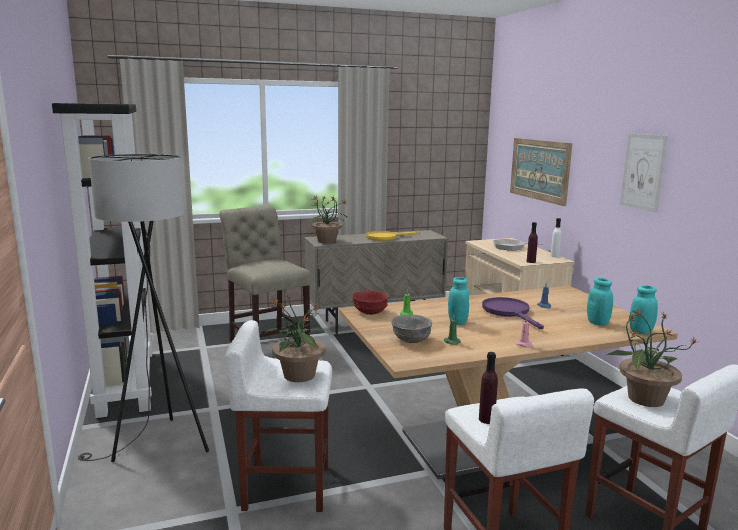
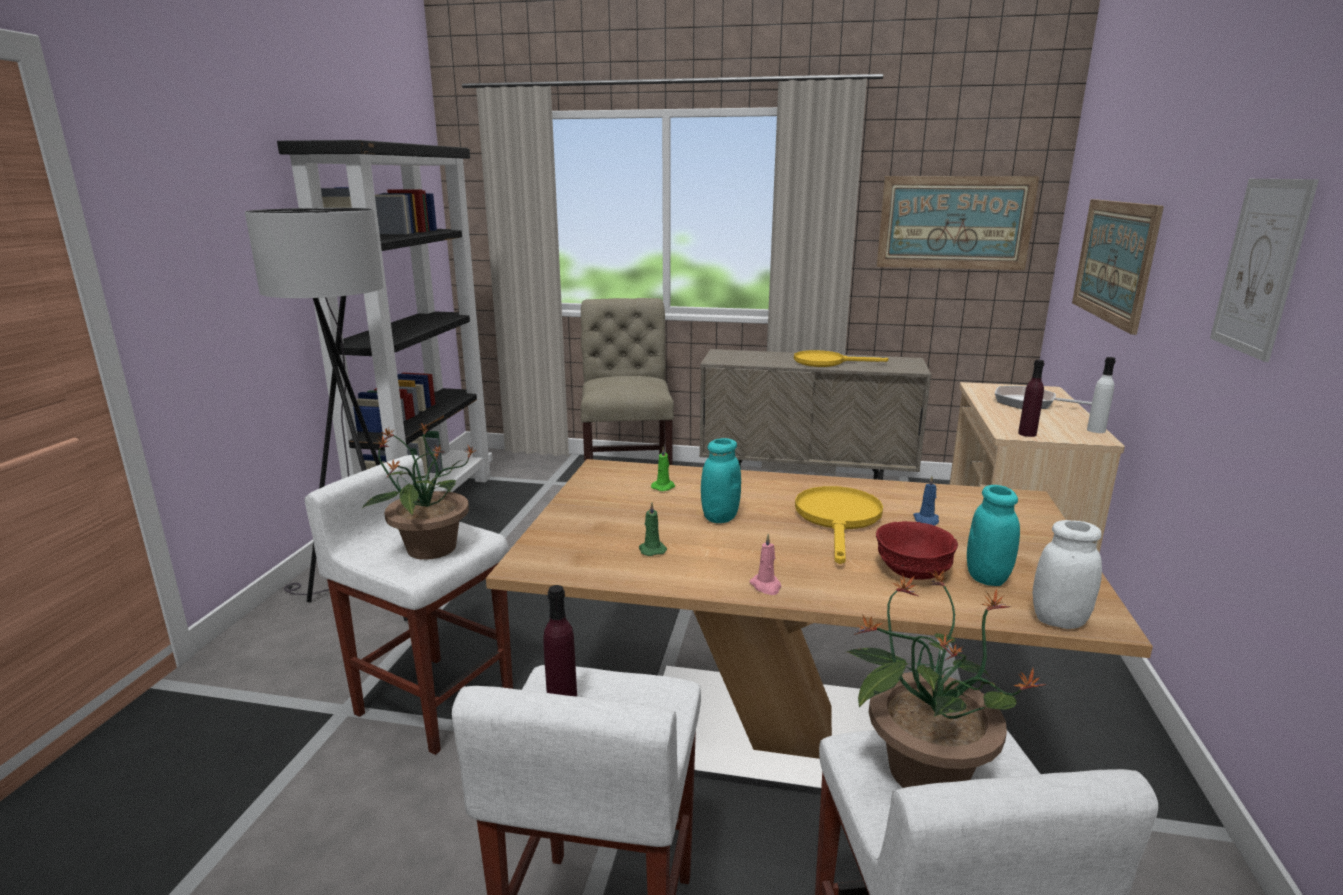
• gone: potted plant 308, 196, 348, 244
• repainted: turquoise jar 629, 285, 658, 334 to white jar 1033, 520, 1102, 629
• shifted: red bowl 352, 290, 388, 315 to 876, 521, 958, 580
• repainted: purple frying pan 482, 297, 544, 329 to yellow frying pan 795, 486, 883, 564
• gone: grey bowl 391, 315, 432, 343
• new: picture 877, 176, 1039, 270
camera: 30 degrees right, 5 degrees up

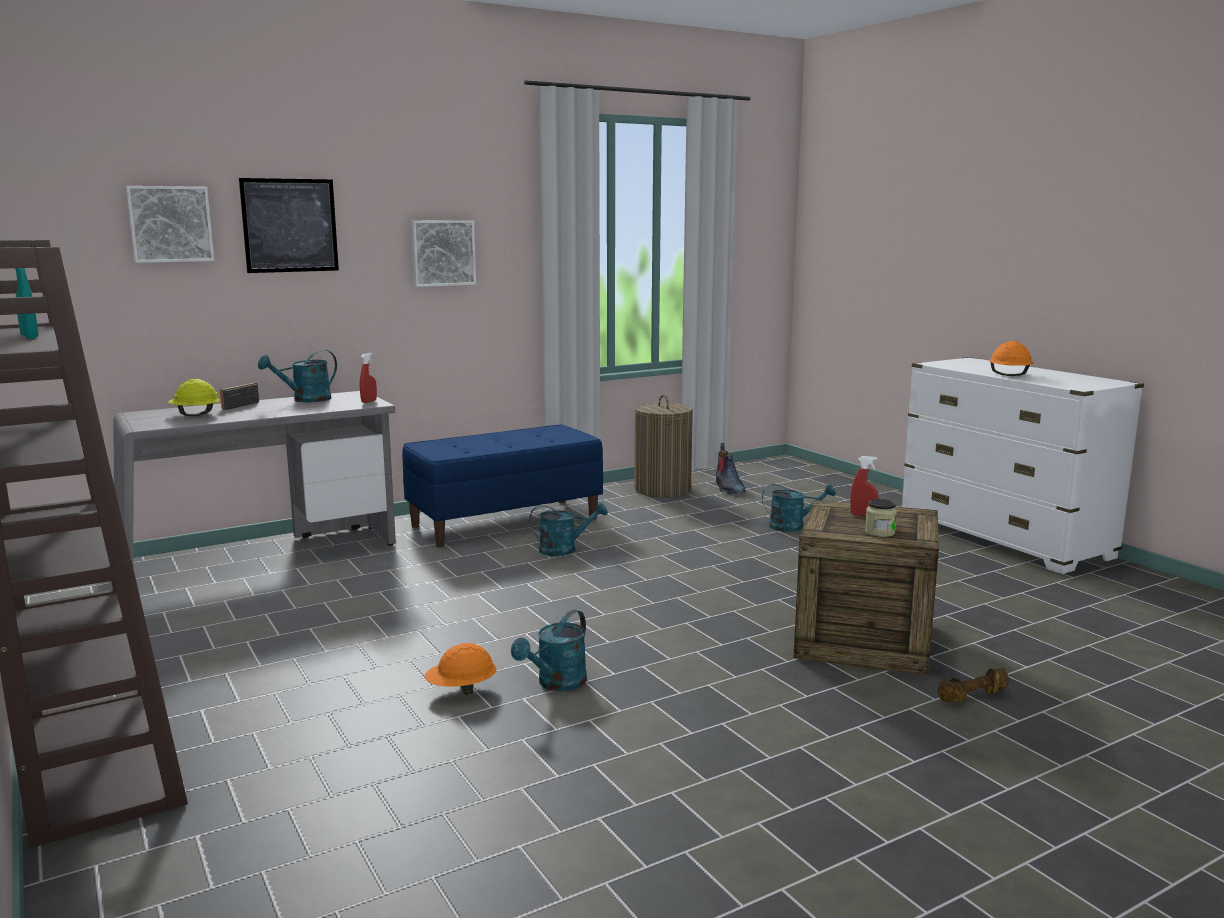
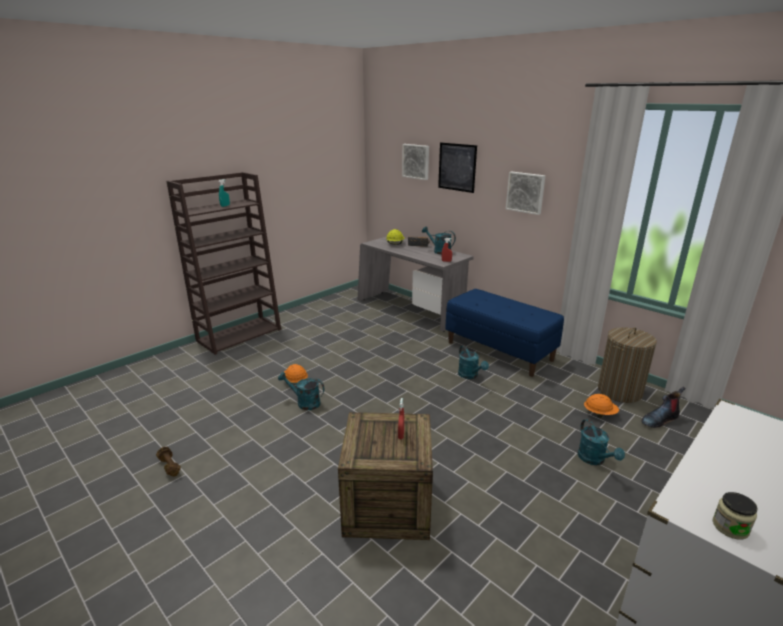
• shifted: orange hard hat 989, 341, 1034, 376 to 584, 394, 619, 418
• shifted: jar 865, 499, 897, 537 to 712, 492, 758, 540
• shifted: brown dumbbell 938, 668, 1009, 703 to 156, 447, 181, 476
camera: 75 degrees right, 10 degrees up

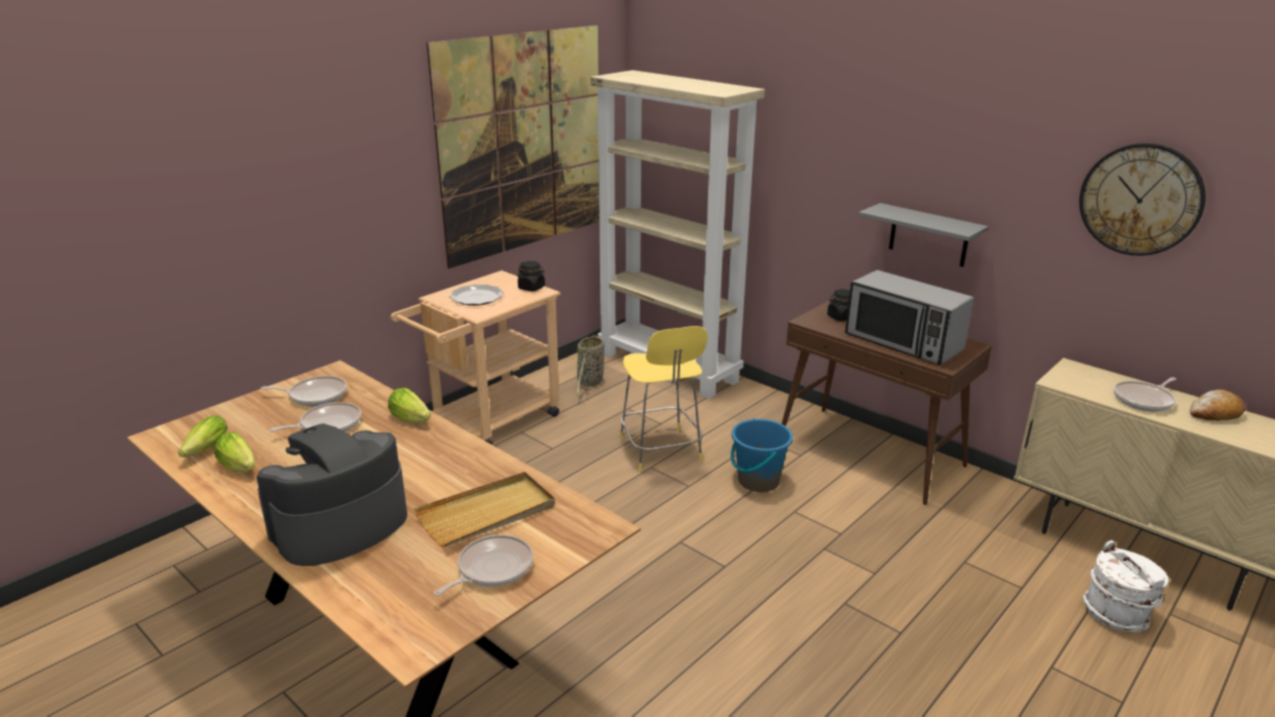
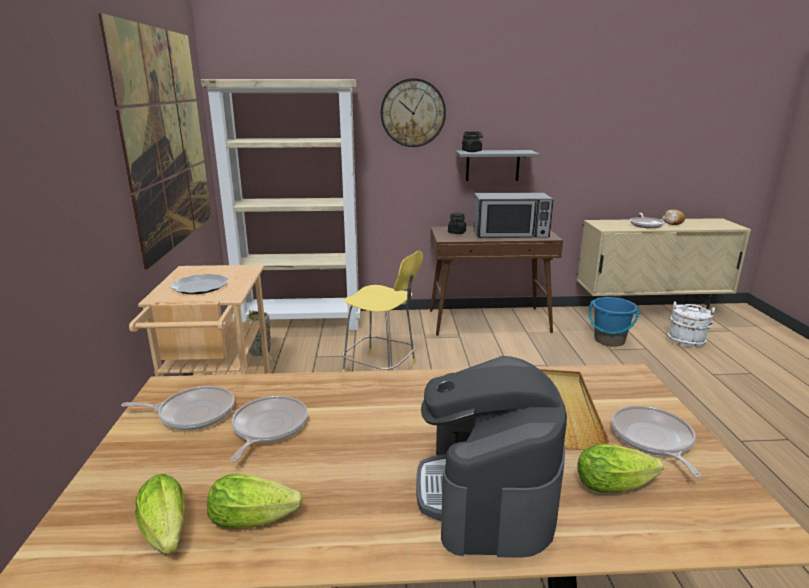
• shifted: wall clock 1079, 143, 1205, 256 to 381, 78, 446, 147
• shifted: black jar 518, 261, 545, 291 to 462, 131, 483, 152
• rotated: frying pan 261, 376, 347, 406 = 121, 386, 234, 430 45 degrees clockwise
• shifted: lettuce 388, 388, 431, 423 to 577, 444, 664, 493
• shifted: blue bucket 730, 418, 793, 492 to 588, 297, 640, 347
camera: 45 degrees left, 5 degrees down

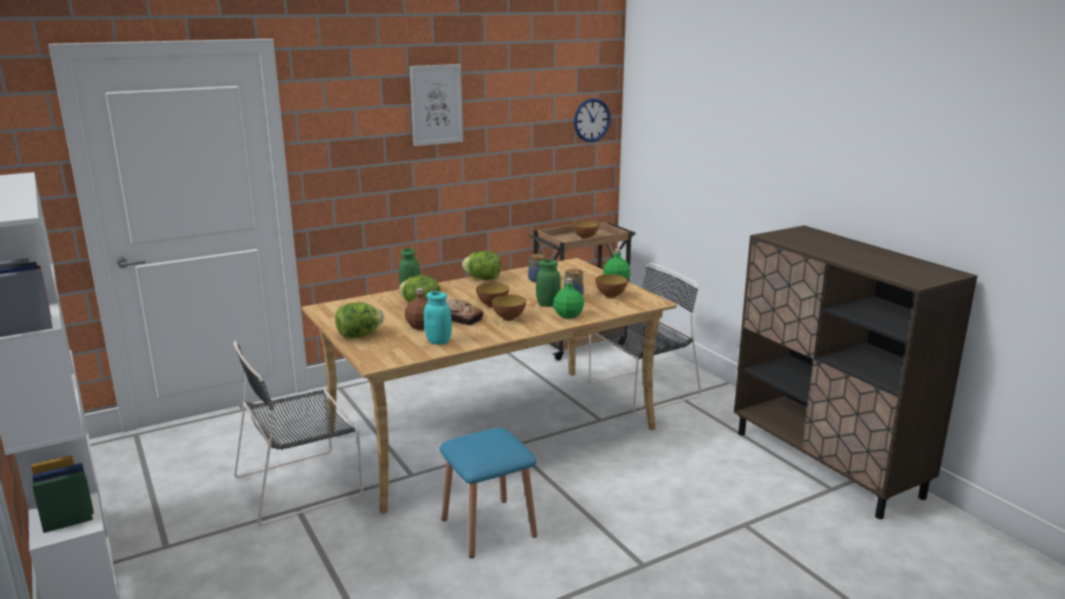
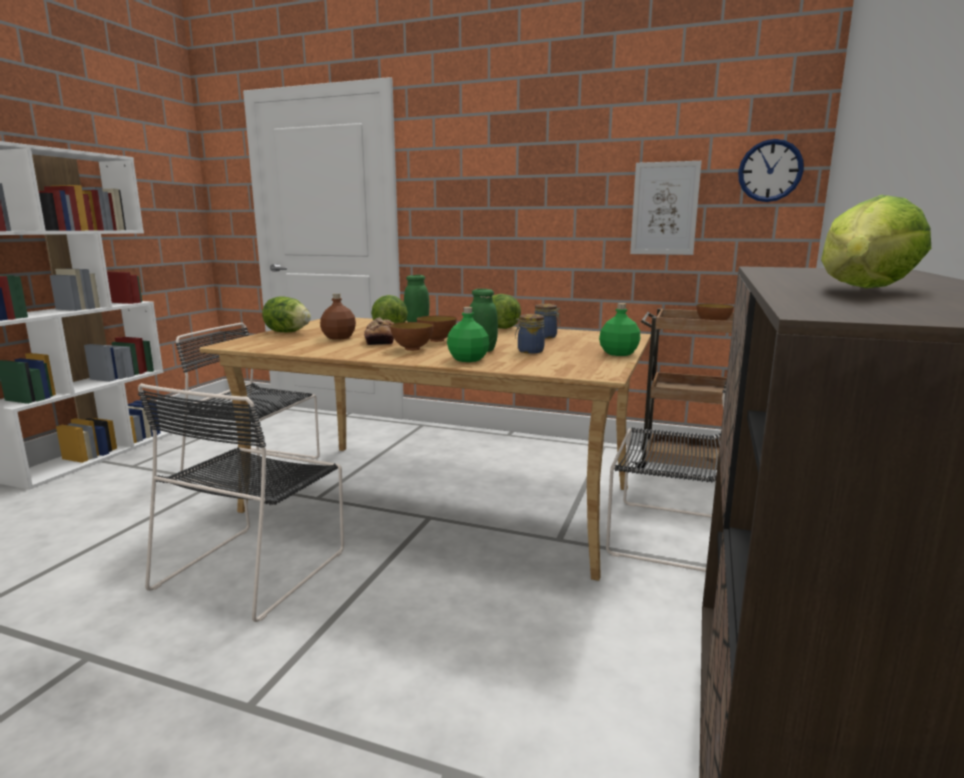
• shifted: picture 410, 64, 463, 146 to 630, 161, 702, 255
• gone: bowl 596, 274, 628, 298
• gone: turquoise jar 424, 291, 452, 345
• swapped: blue stool 440, 428, 537, 558 to black chair 138, 383, 344, 622
• new: lettuce 821, 195, 931, 288
camera: 50 degrees right, 5 degrees down

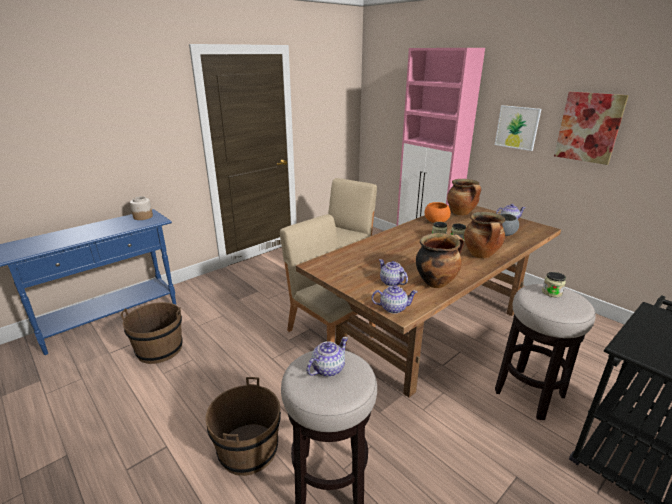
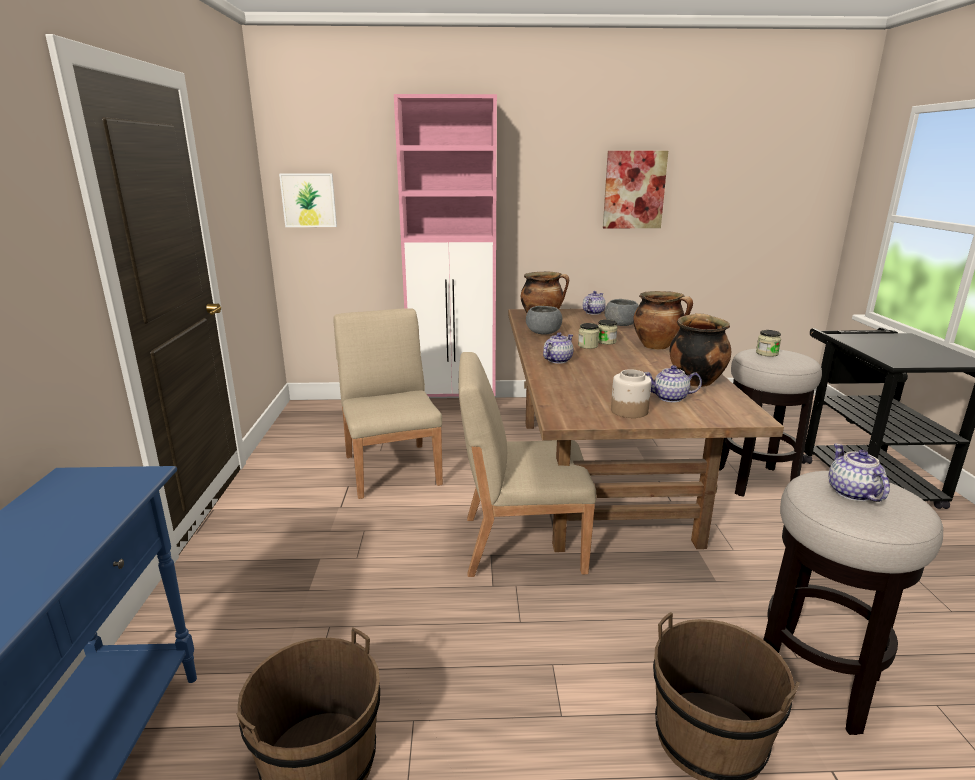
• shifted: picture 495, 105, 541, 151 to 279, 173, 337, 227
• shifted: jar 130, 196, 153, 220 to 611, 369, 652, 418
• repainted: orange bowl 425, 202, 451, 223 to grey bowl 526, 306, 562, 335
• shifted: teapot 372, 285, 417, 314 to 543, 332, 574, 364
camera: 50 degrees left, 5 degrees down

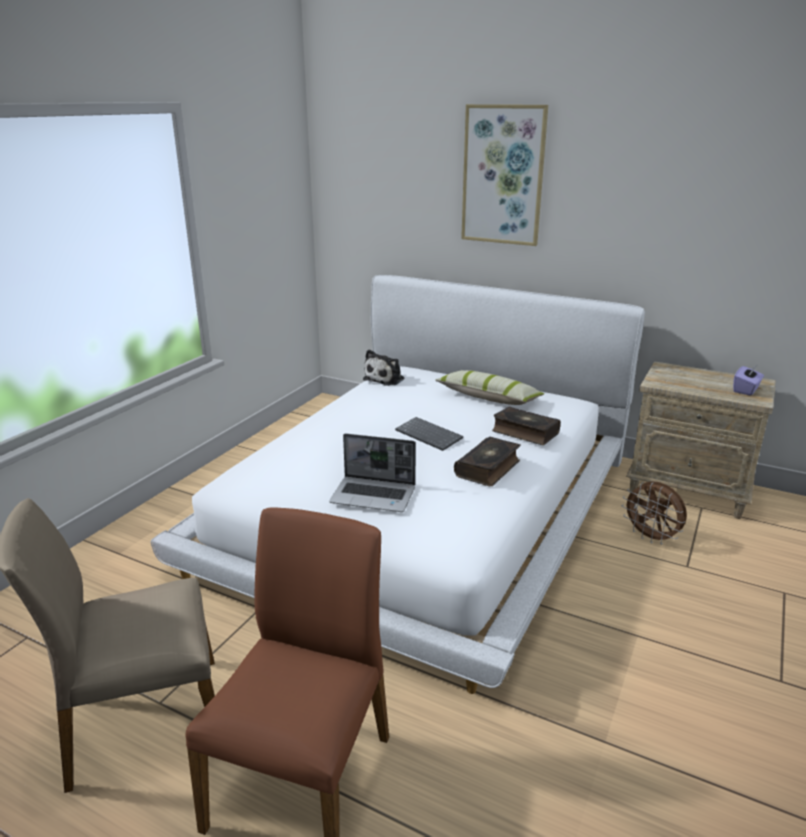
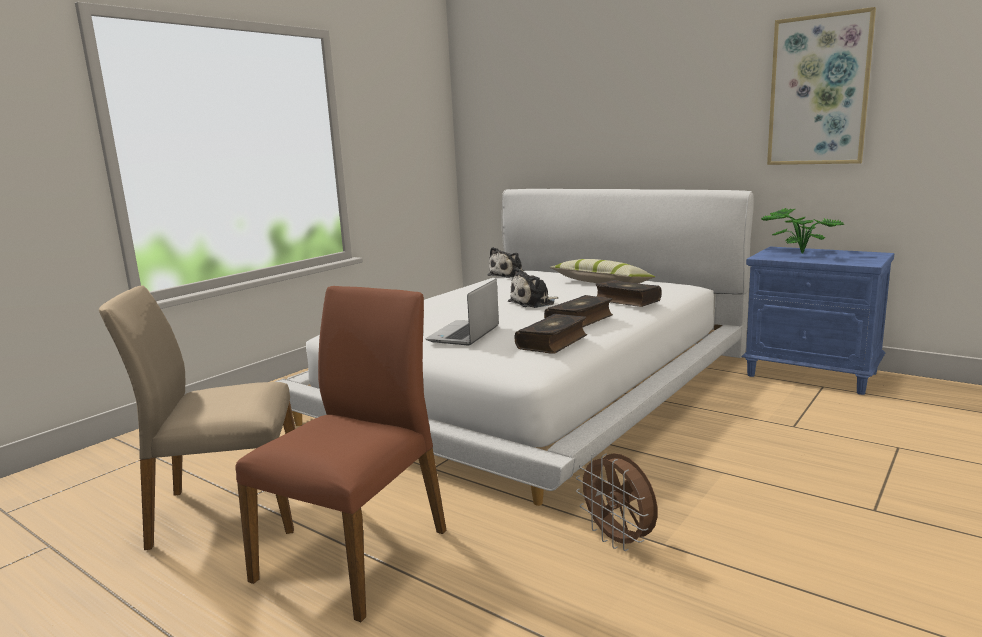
• shifted: picture 461, 104, 548, 246 to 767, 7, 876, 165
• repainted: beige nightstand 626, 361, 776, 519 to blue nightstand 741, 247, 894, 395
• gone: purple tissue box 733, 364, 764, 396
• swapped: keyboard 395, 417, 463, 451 to plush toy 508, 267, 559, 308
• rotated: laptop 329, 433, 416, 512 = 425, 279, 499, 345 90 degrees clockwise
• shifted: brown fan 622, 481, 687, 545 to 576, 453, 658, 551
• new: potted plant 761, 208, 844, 253
• new: book 514, 314, 587, 354
camera: 10 degrees right, 10 degrees down

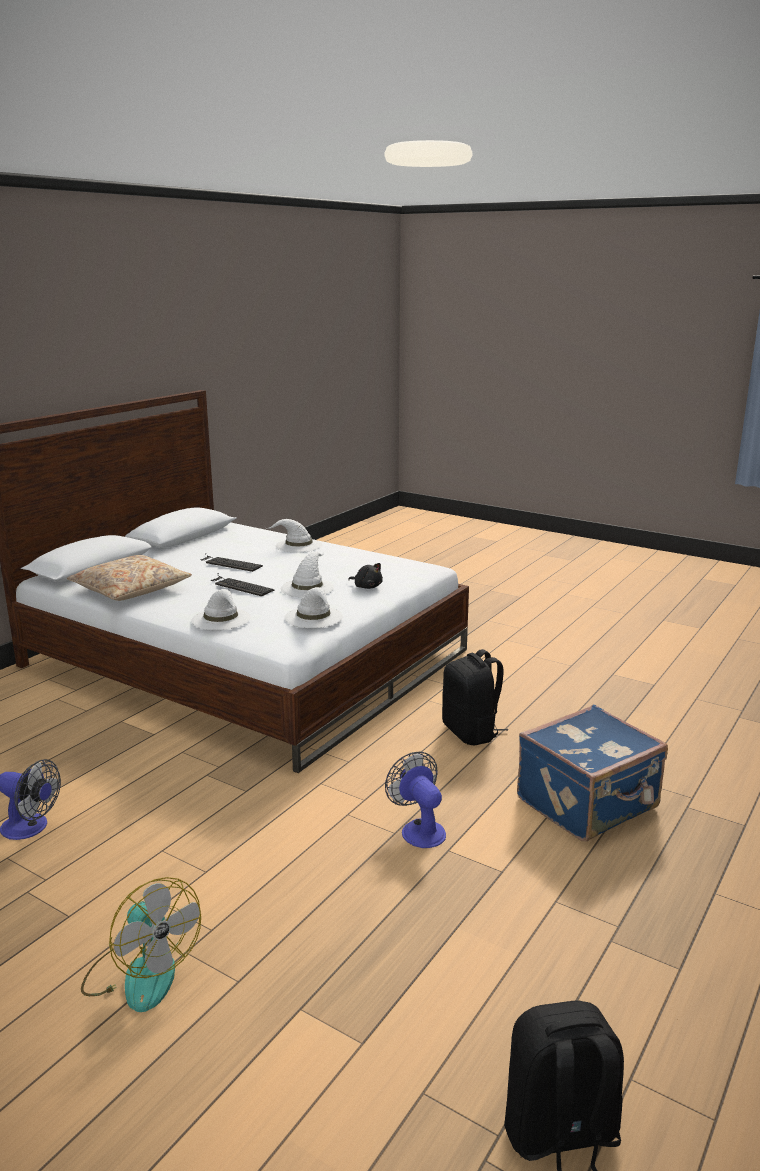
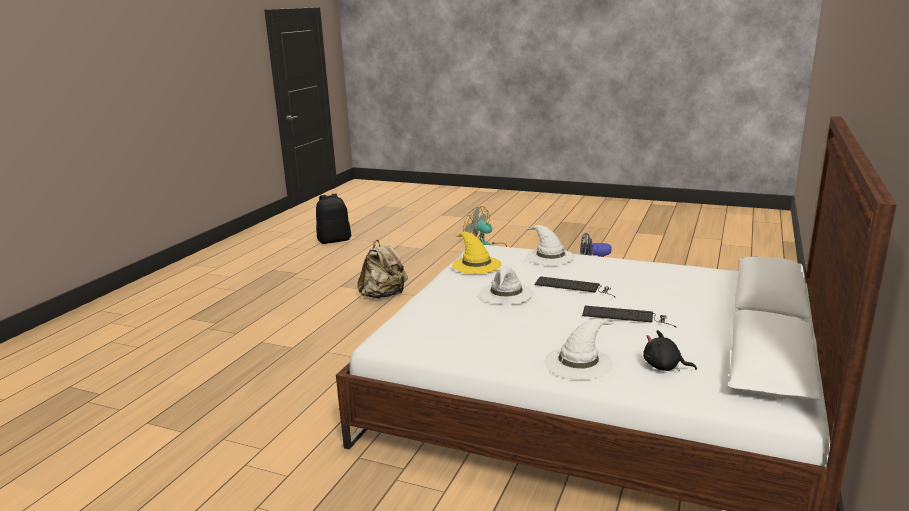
• gone: beige pillow 67, 555, 192, 601
• shifted: black plush toy 348, 563, 383, 589 to 643, 330, 697, 372
• repainted: white hat 284, 587, 343, 628 to yellow hat 452, 232, 501, 274
• gone: black backpack 442, 649, 508, 745
• gone: blue suitcase 517, 704, 668, 841
• swapped: fan 385, 751, 446, 848 to beige backpack 357, 240, 408, 299
camera: 170 degrees right, 0 degrees up

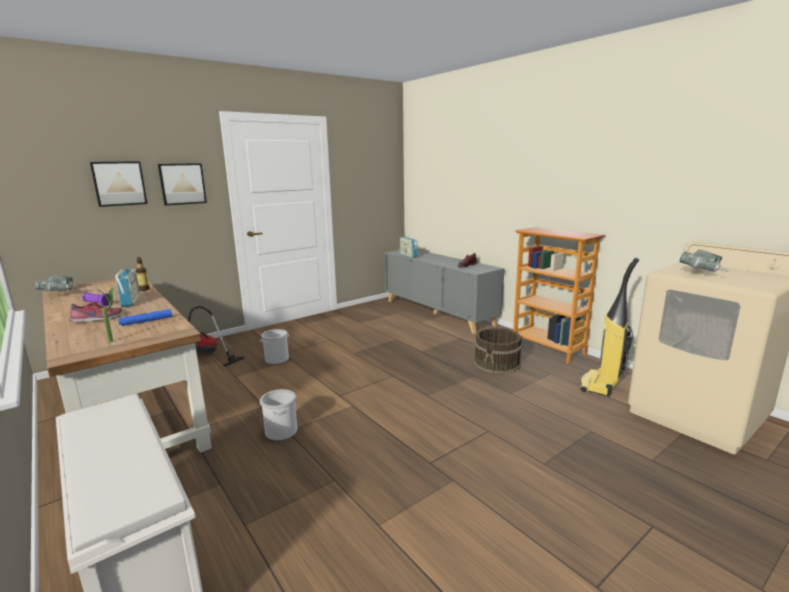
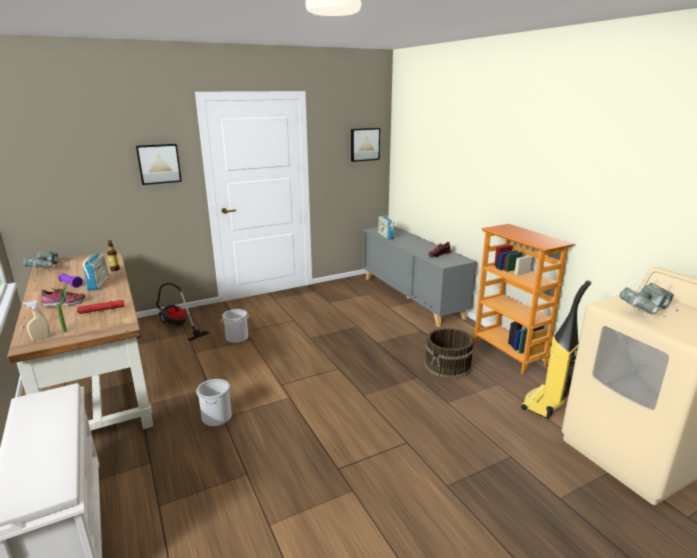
• shifted: picture 90, 161, 147, 207 to 351, 128, 380, 162
• repainted: blue flashlight 118, 309, 172, 326 to red flashlight 77, 300, 124, 314
• new: beige spray bottle 23, 300, 50, 341
camera: 10 degrees right, 5 degrees up

